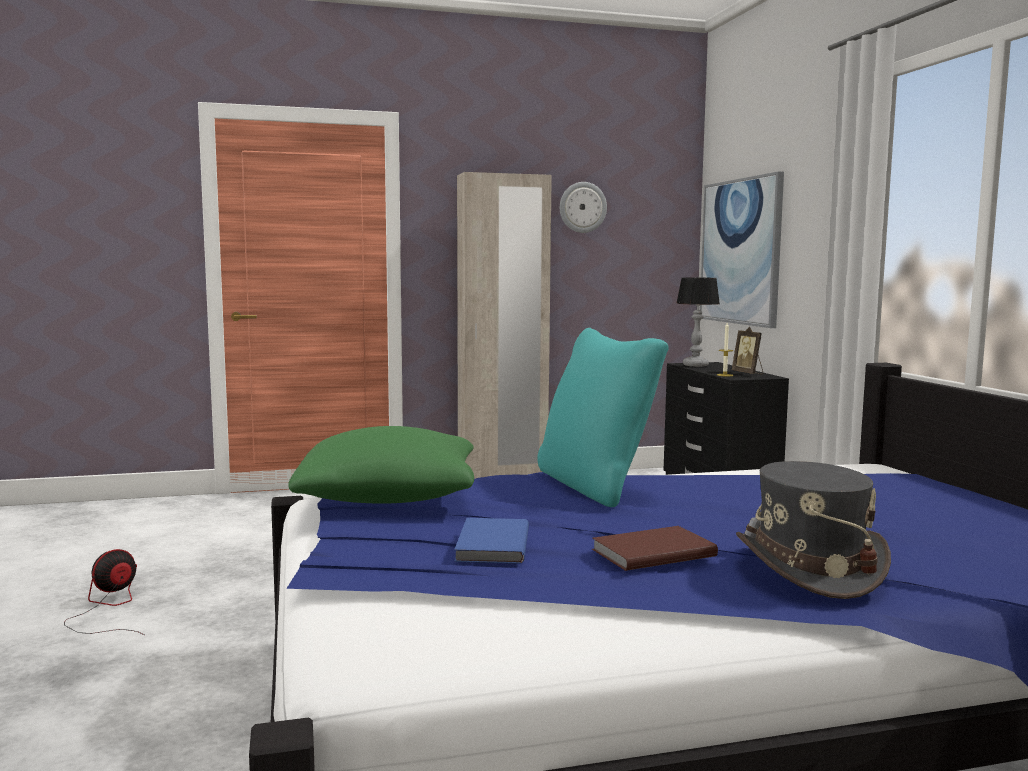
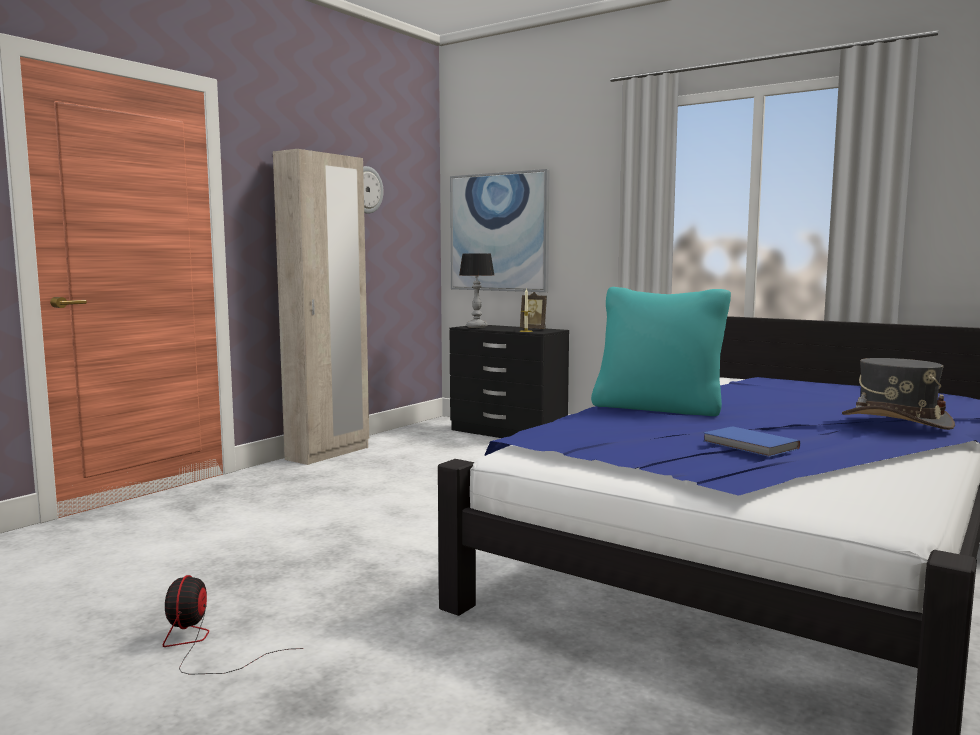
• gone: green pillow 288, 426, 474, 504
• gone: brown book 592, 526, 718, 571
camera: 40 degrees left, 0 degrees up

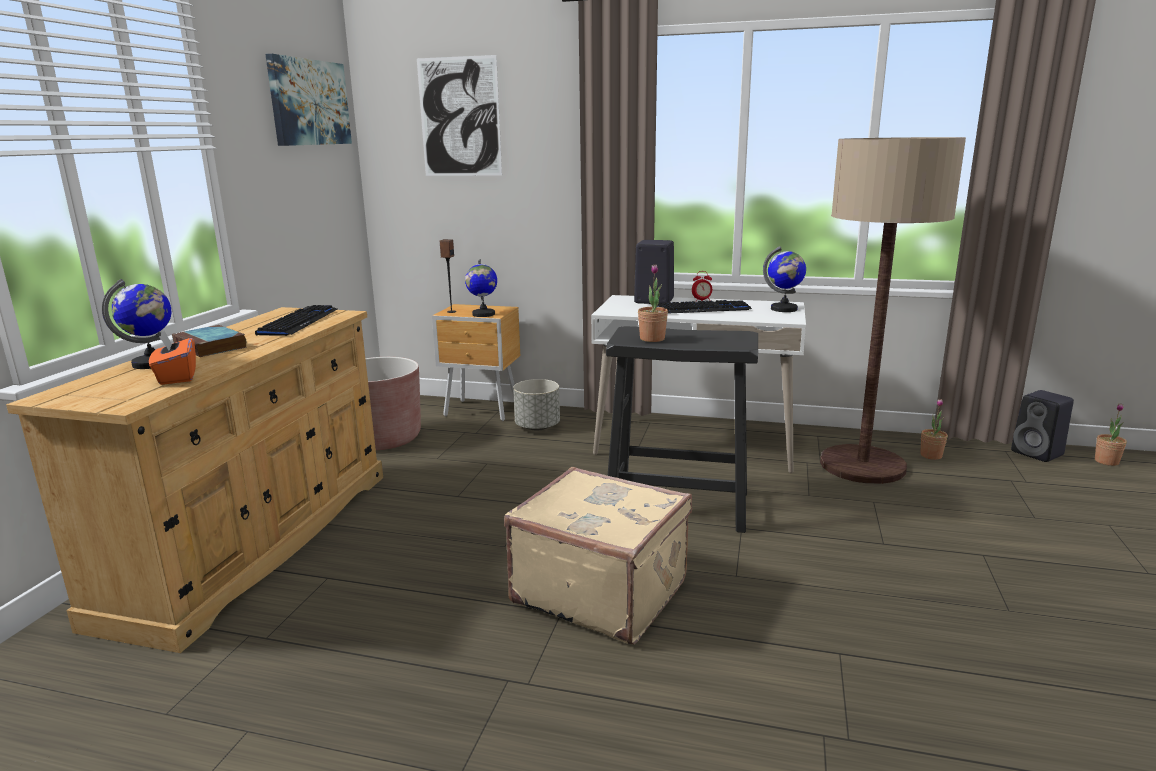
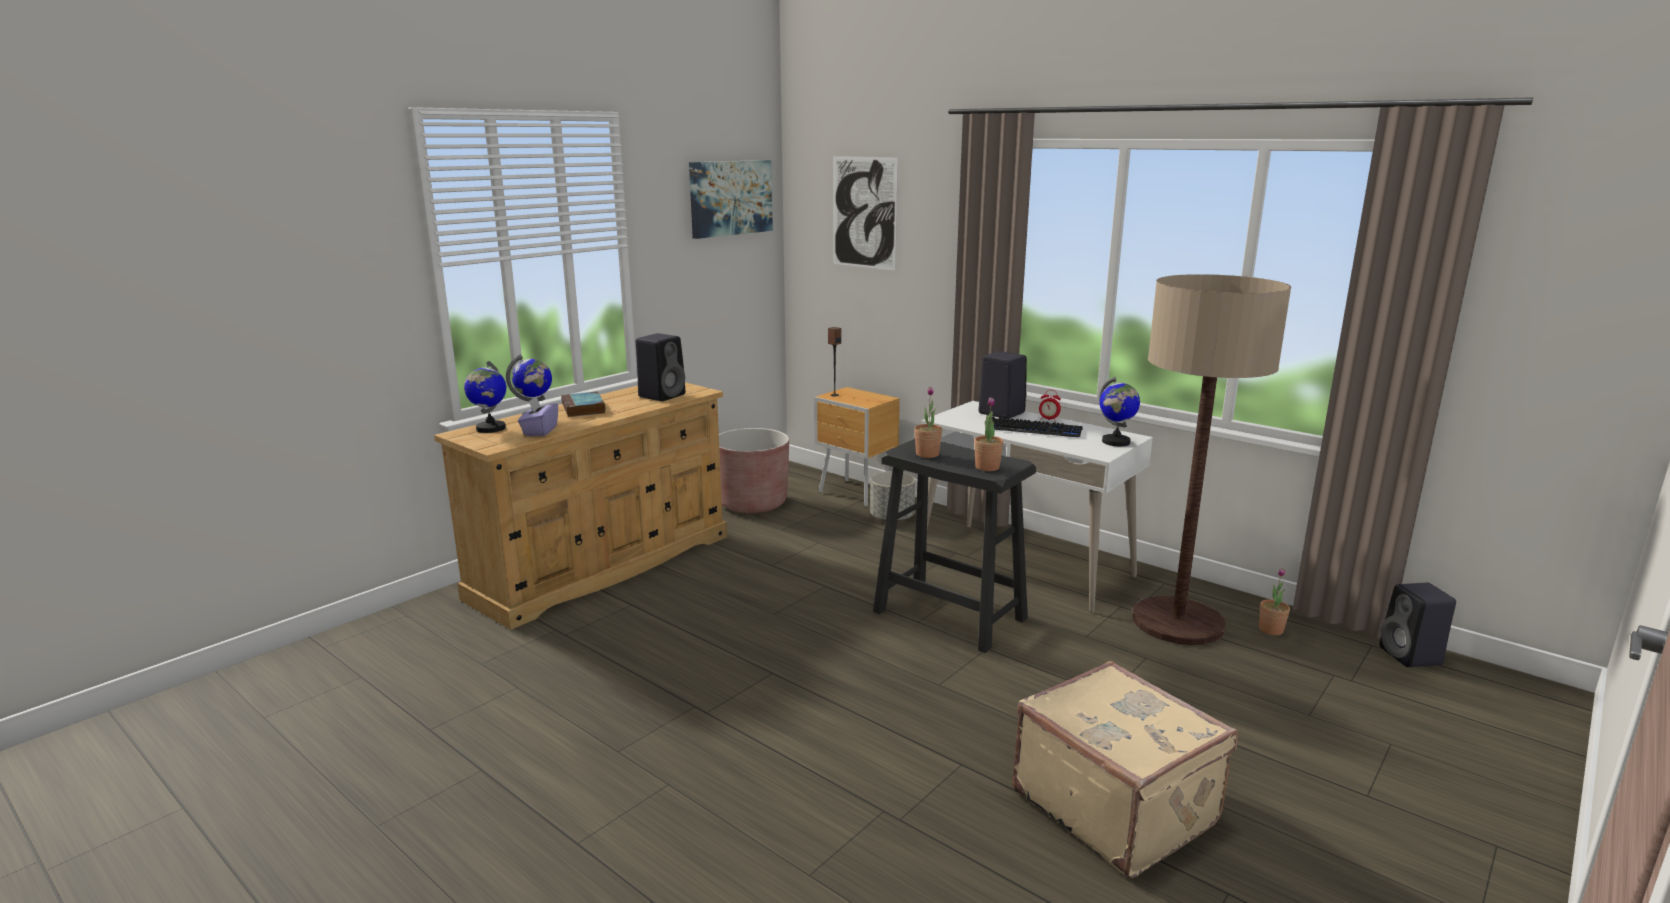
• shifted: globe 465, 259, 497, 317 to 464, 361, 506, 433
• swapped: keyboard 255, 305, 337, 336 to black speaker 636, 333, 685, 401
• repainted: orange tissue box 149, 331, 196, 385 to purple tissue box 518, 396, 558, 436
• shifted: potted plant 1095, 403, 1127, 466 to 974, 397, 1004, 471
• shifted: beige suitcase 504, 467, 692, 645 to 1012, 661, 1238, 878
camera: 25 degrees right, 0 degrees up

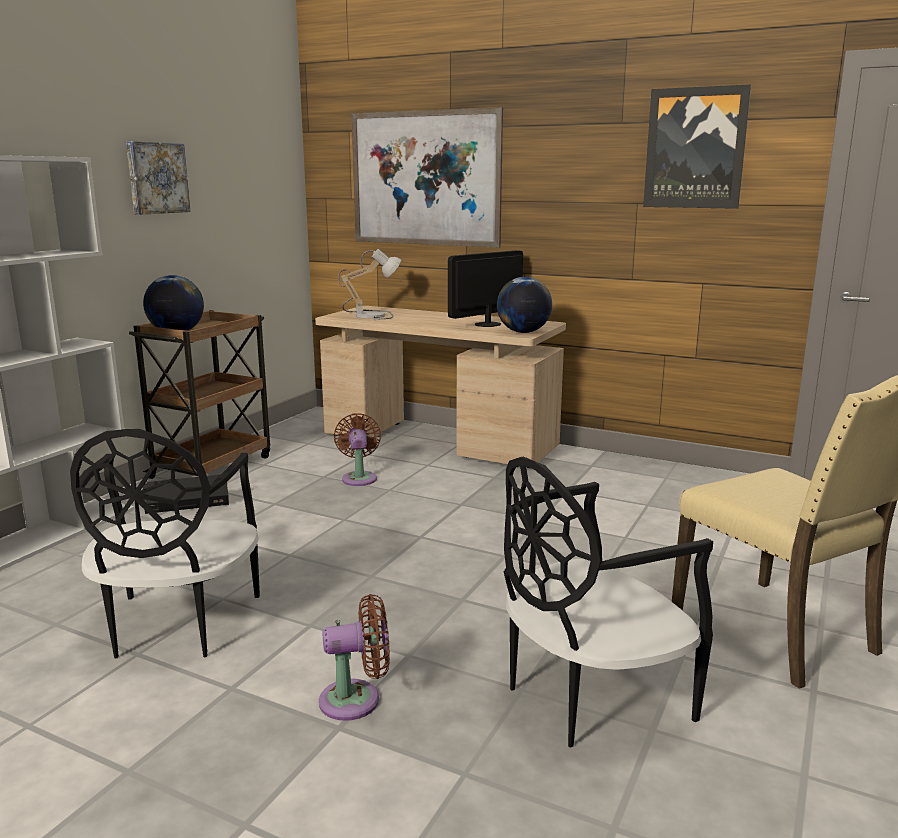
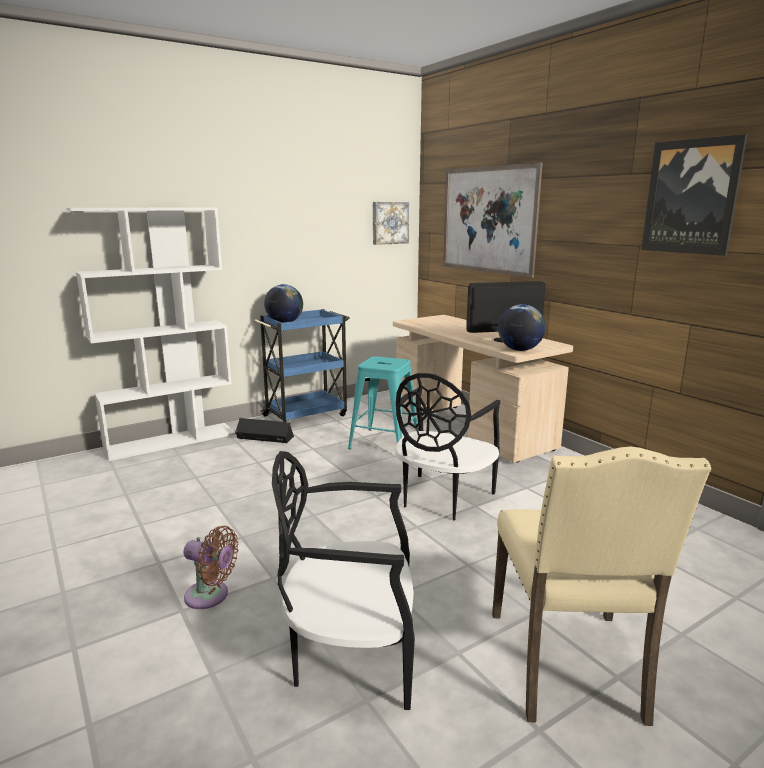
• shifted: picture 126, 141, 191, 215 to 373, 202, 409, 245
• gone: table lamp 338, 249, 401, 320
• repainted: brown cart 129, 310, 270, 479 to blue cart 255, 309, 350, 422
• swapped: brown fan 334, 413, 381, 486 to turquoise stool 348, 356, 417, 449
• shifted: black chair 70, 429, 260, 659 to 395, 373, 500, 521
camera: 30 degrees right, 0 degrees up

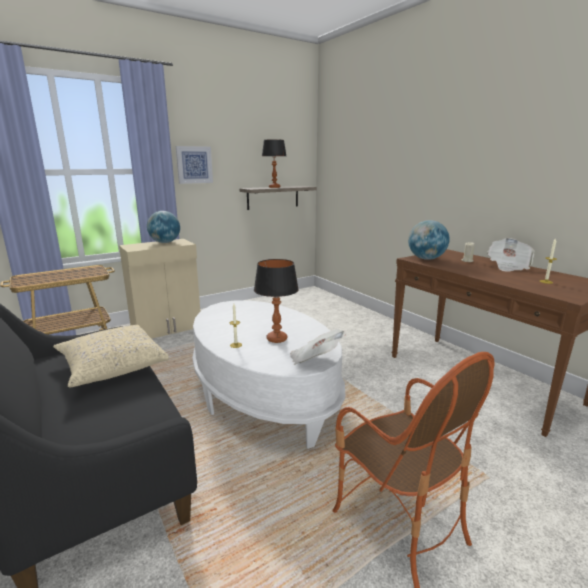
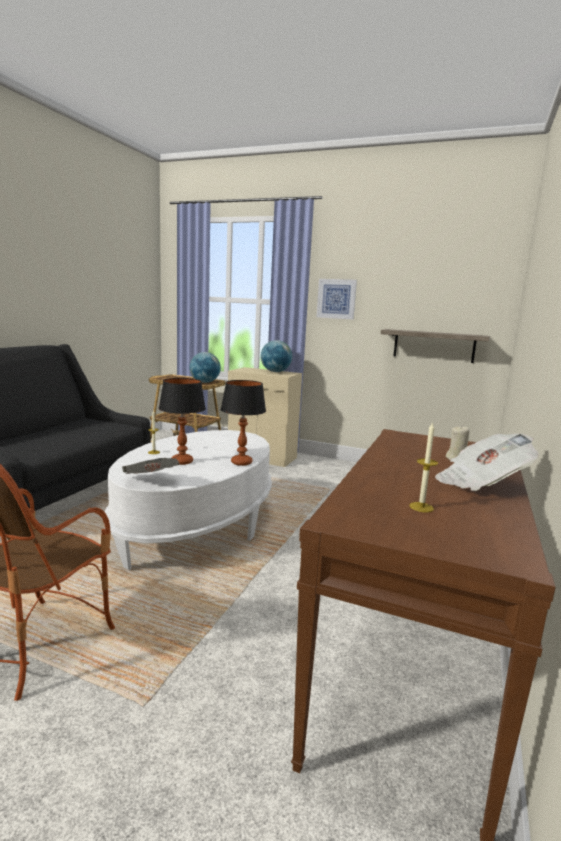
• shifted: table lamp 262, 139, 286, 188 to 221, 380, 266, 466
• shifted: globe 408, 220, 450, 260 to 190, 352, 221, 383
• gone: beige pillow 53, 325, 169, 388
camera: 55 degrees right, 5 degrees down

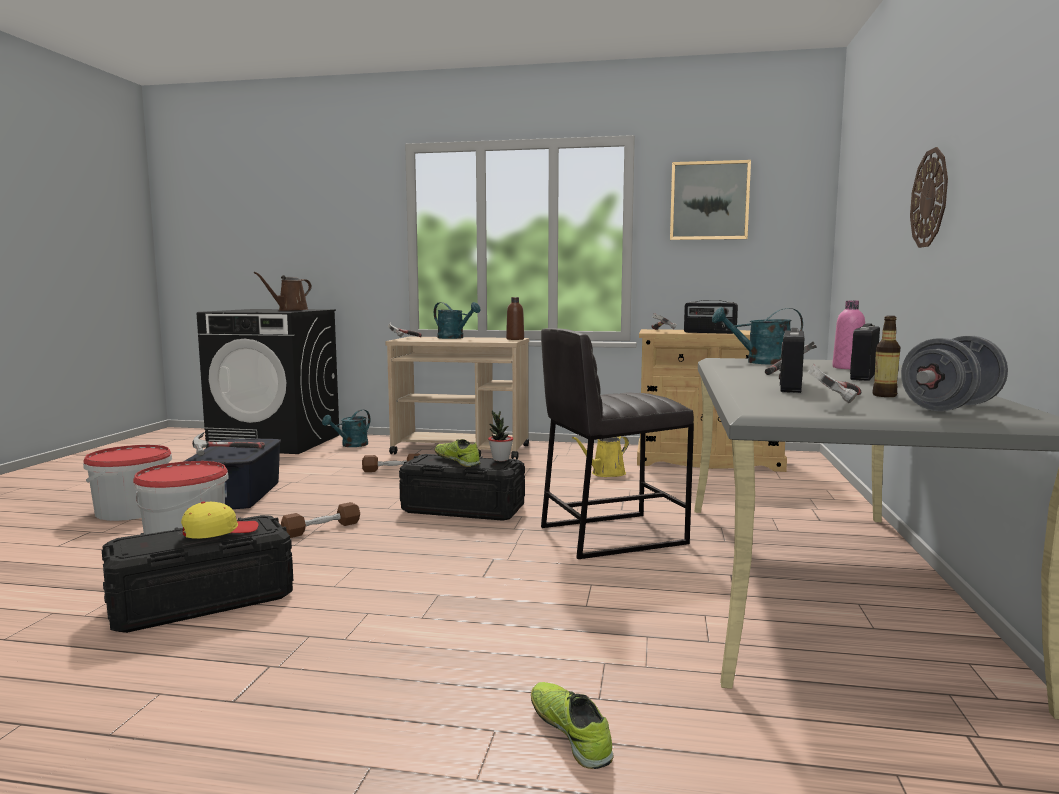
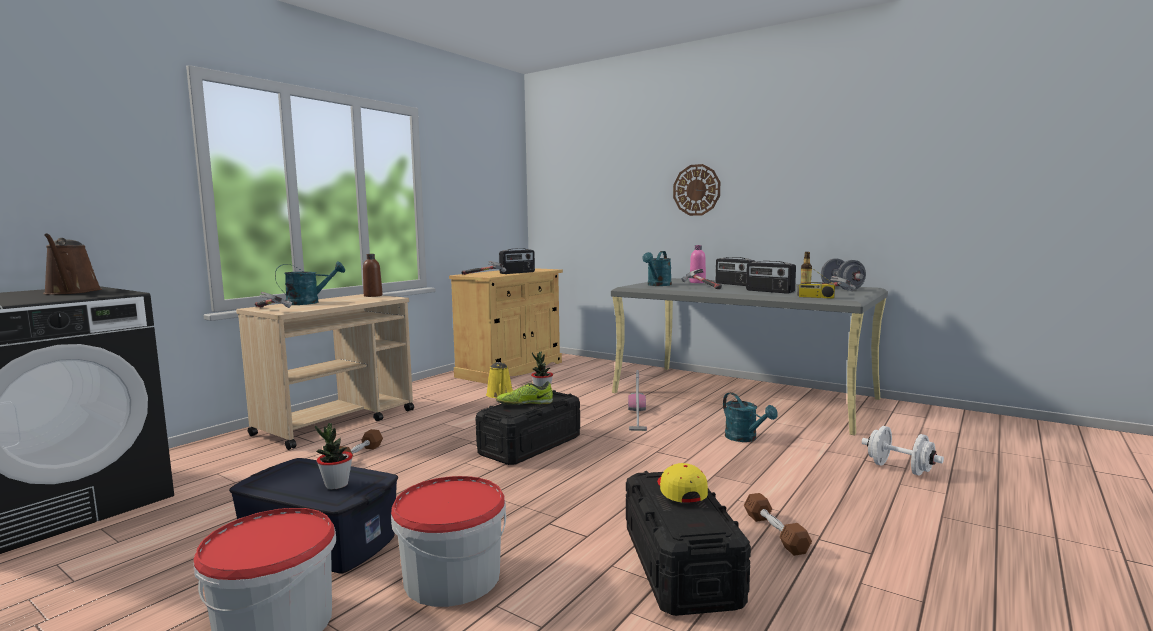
• gone: picture 670, 160, 751, 240
• swapped: grey stool 541, 328, 694, 559 to vacuum cleaner 628, 370, 647, 431
• shifted: turquoise watering can 322, 409, 370, 447 to 723, 392, 778, 442
• swapped: hammer 192, 432, 265, 456 to potted plant 315, 423, 353, 489
• shifted: brown dumbbell 281, 502, 360, 538 to 744, 493, 812, 556
• swapped: shoe 531, 682, 614, 769 to white dumbbell 862, 426, 944, 476
• new: radio 797, 265, 835, 299
camera: 65 degrees left, 0 degrees up

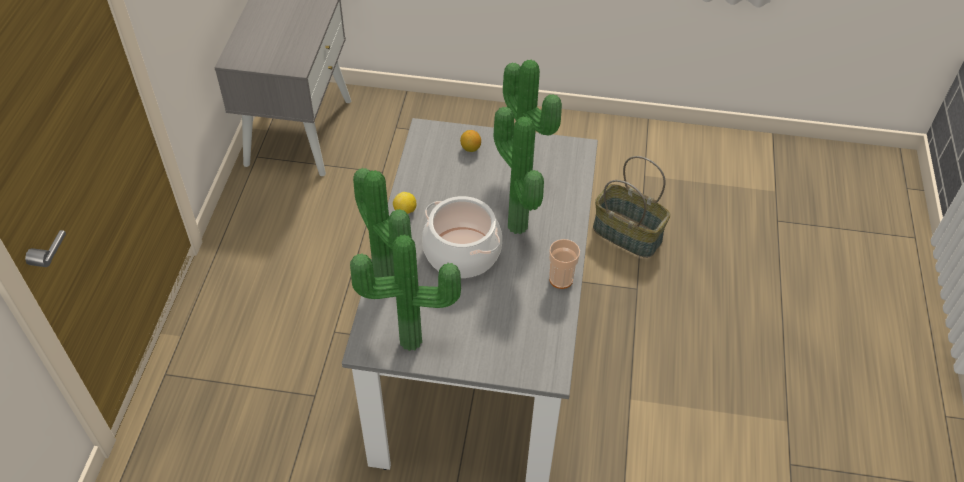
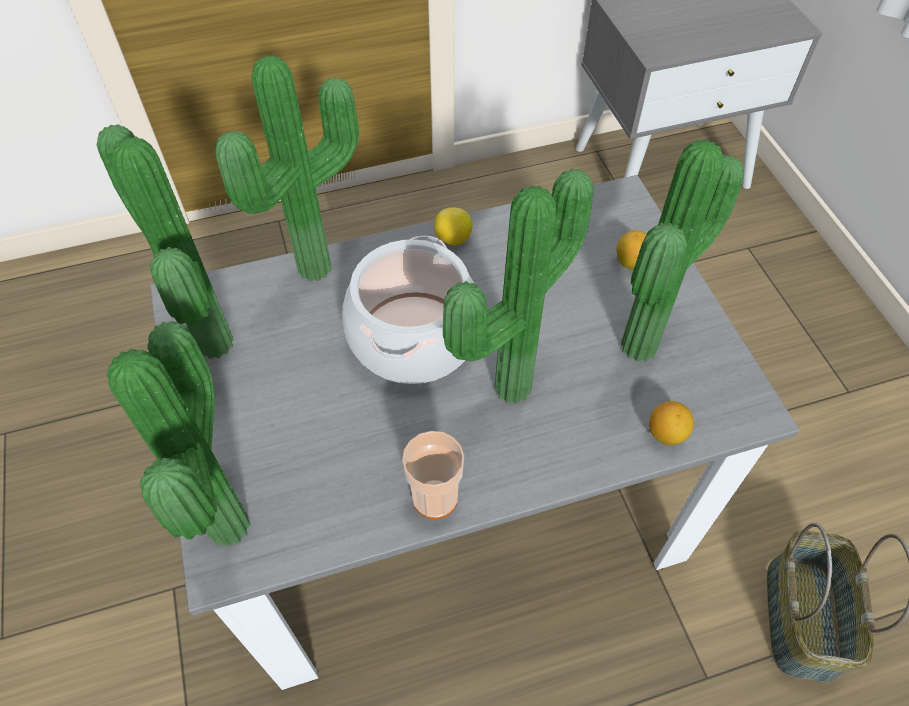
• new: potted plant 107, 321, 250, 547
• new: lemon 649, 401, 694, 445
camera: 65 degrees right, 5 degrees up

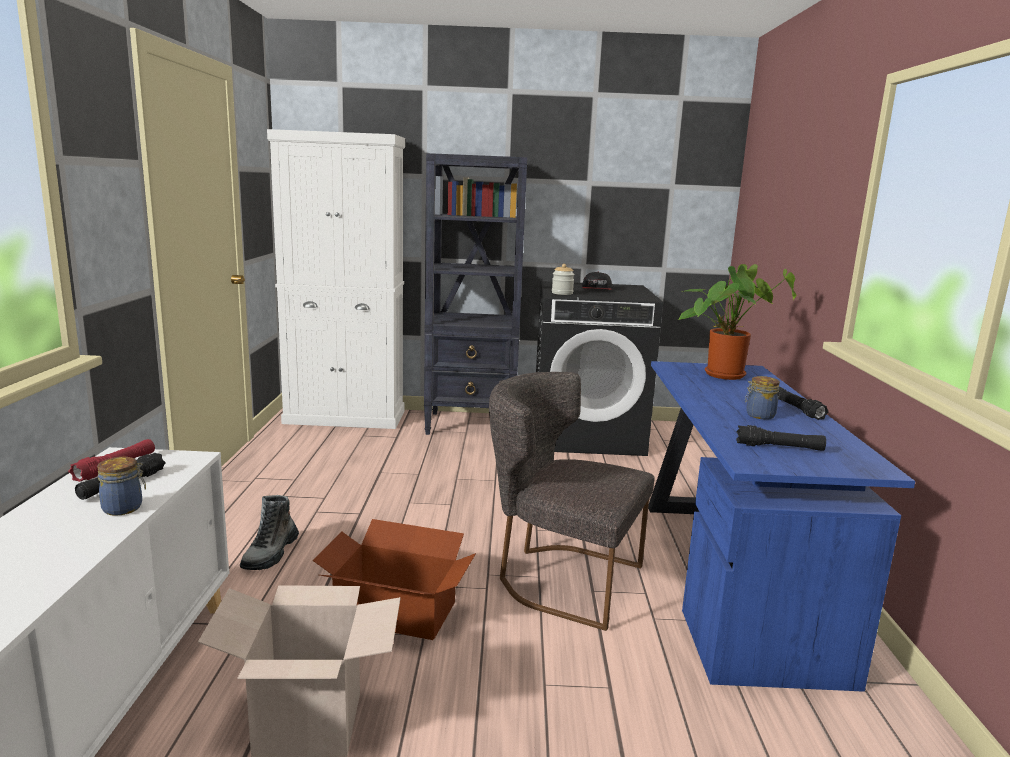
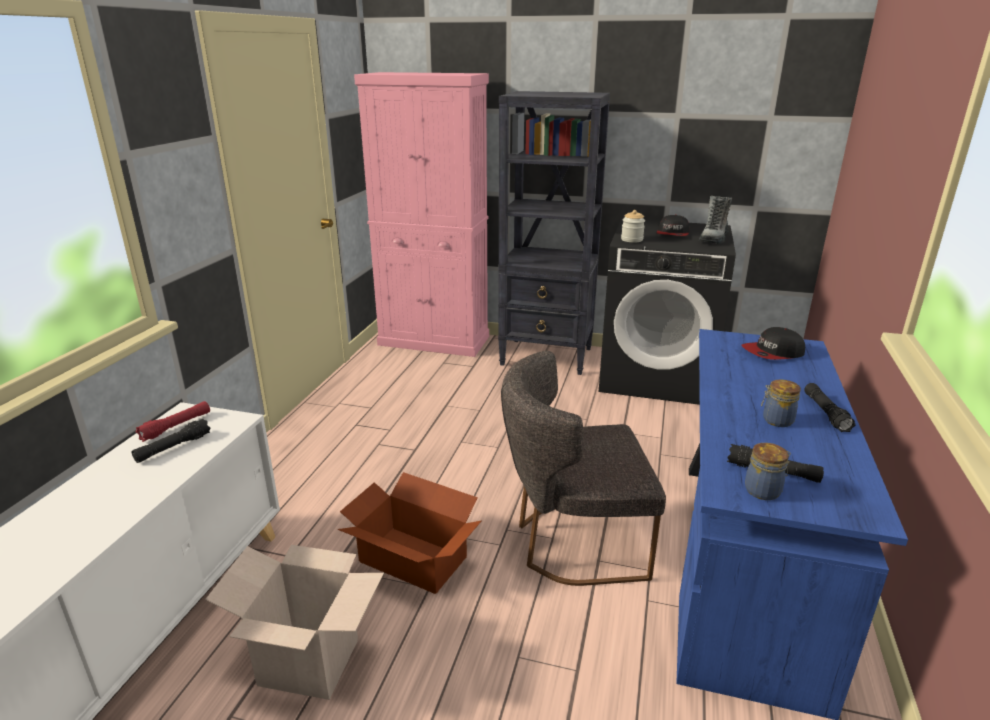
• repainted: white cabinet 267, 129, 405, 429 to pink cabinet 354, 72, 489, 357
• swapped: potted plant 678, 264, 797, 380 to cap 741, 327, 805, 360
• rotated: grey chair 489, 372, 655, 631 = 501, 351, 666, 586 45 degrees counterclockwise
• shifted: jar 97, 457, 146, 516 to 745, 443, 791, 500
• shifted: boot 240, 495, 299, 570 to 699, 196, 732, 244
camera: 15 degrees right, 10 degrees up

